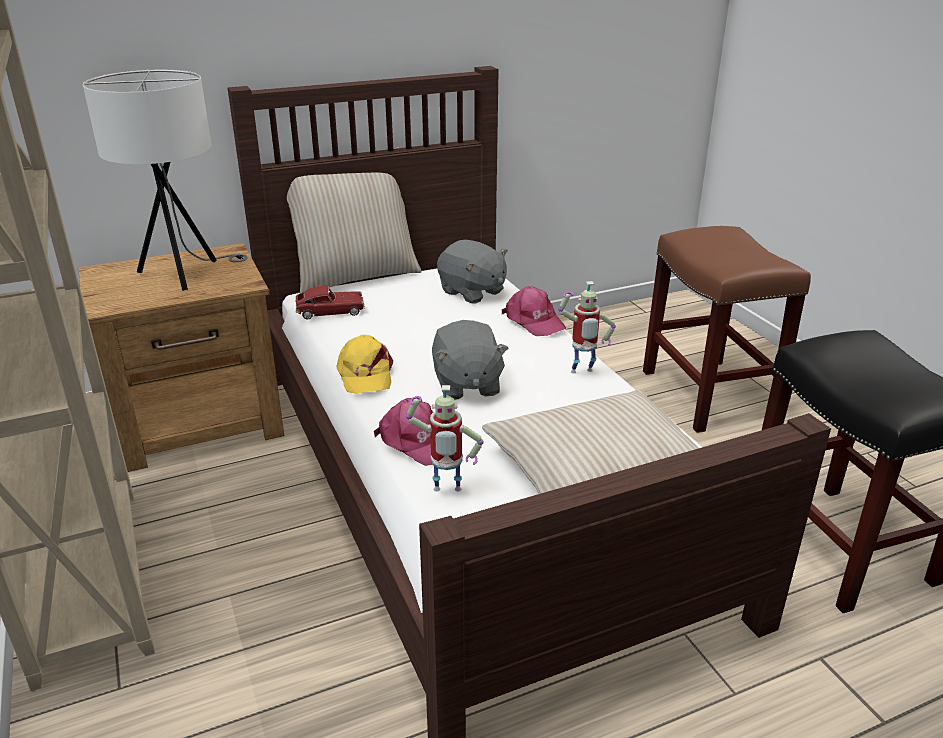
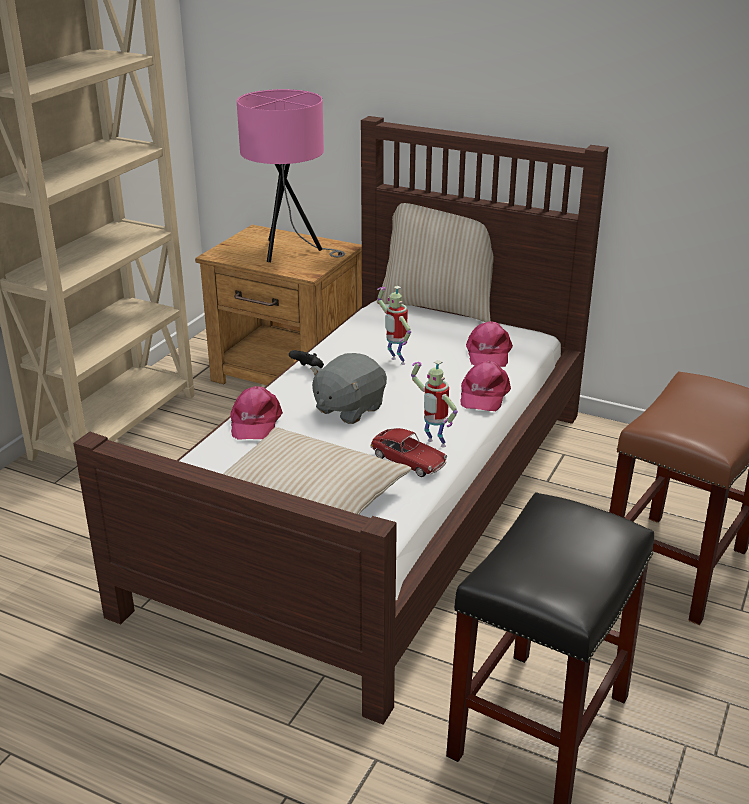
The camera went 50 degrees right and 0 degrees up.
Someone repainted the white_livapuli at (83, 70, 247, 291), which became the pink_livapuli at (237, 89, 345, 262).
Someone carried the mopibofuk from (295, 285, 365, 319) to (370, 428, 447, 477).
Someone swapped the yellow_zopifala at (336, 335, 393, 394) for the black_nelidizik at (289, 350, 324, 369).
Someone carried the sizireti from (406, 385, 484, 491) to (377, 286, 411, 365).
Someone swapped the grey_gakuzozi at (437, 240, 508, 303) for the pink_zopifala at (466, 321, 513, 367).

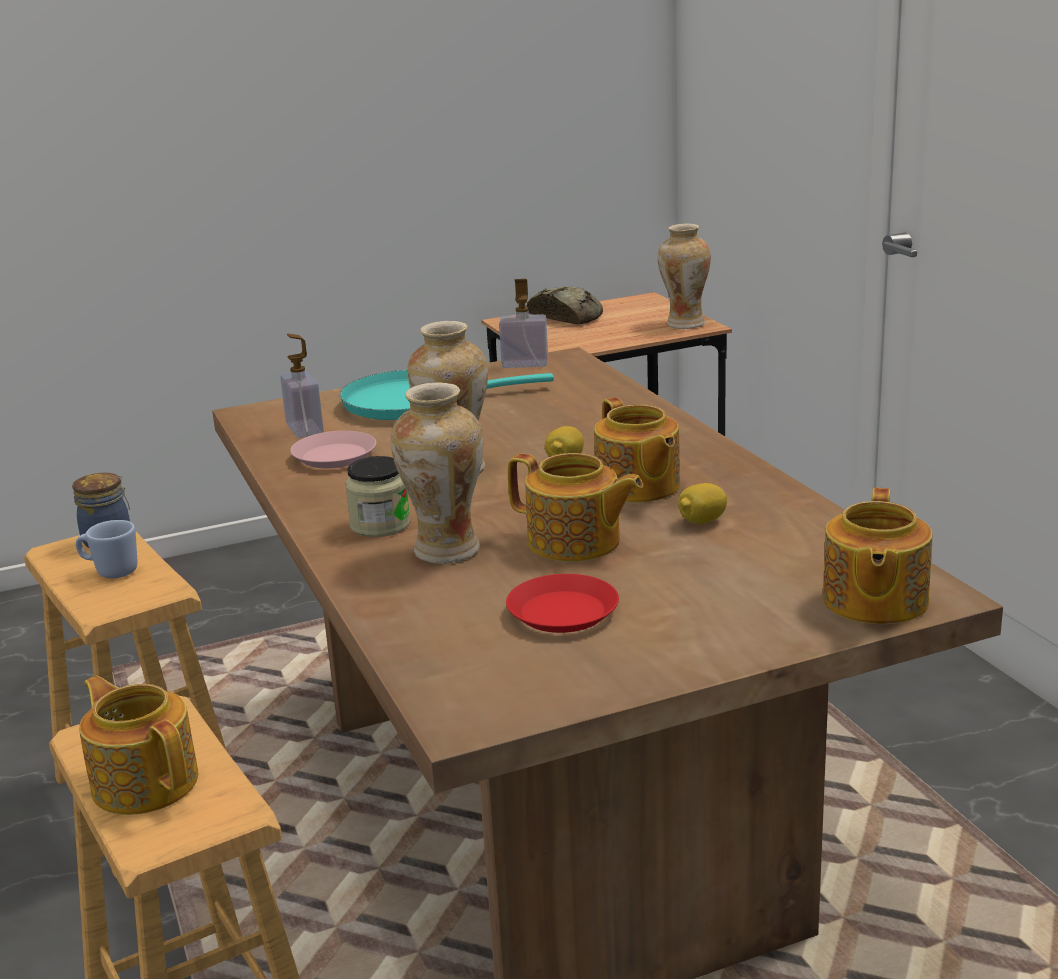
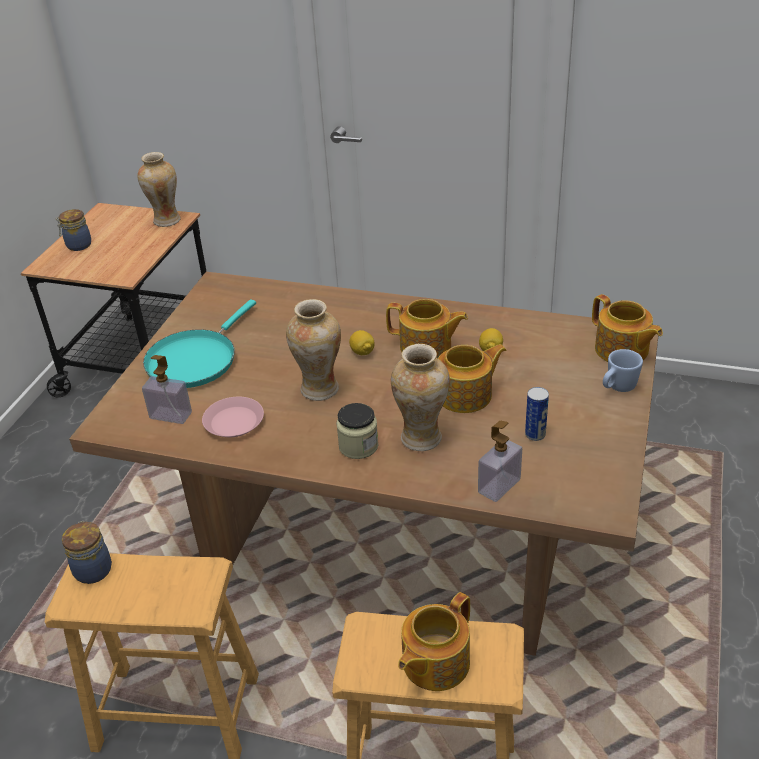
The camera went 50 degrees left and 15 degrees up.
Someone carried the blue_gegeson from (76, 520, 137, 578) to (603, 349, 643, 392).
Someone rotated the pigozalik at (79, 676, 198, 815) by 45 degrees counterclockwise.
Someone carried the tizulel from (499, 279, 548, 368) to (478, 421, 522, 502).
Someone swapped the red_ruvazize at (506, 574, 619, 633) for the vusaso at (525, 387, 549, 441).
Someone swapped the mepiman at (526, 287, 603, 324) for the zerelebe at (56, 209, 91, 251).

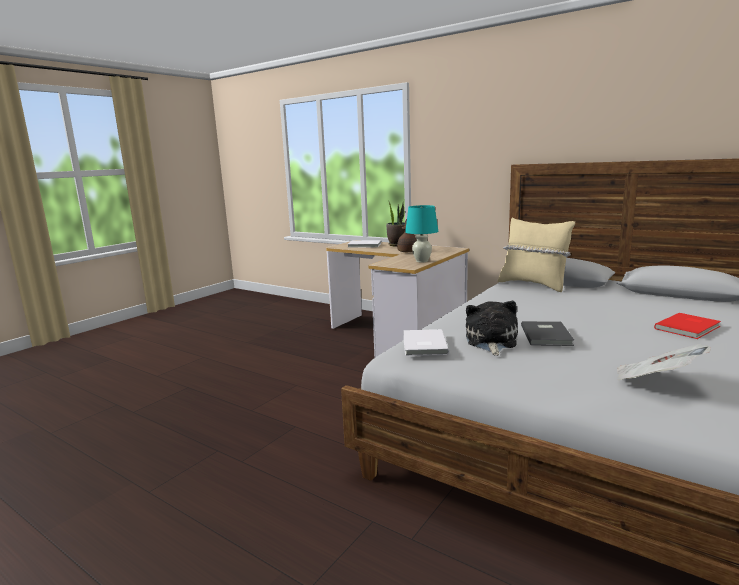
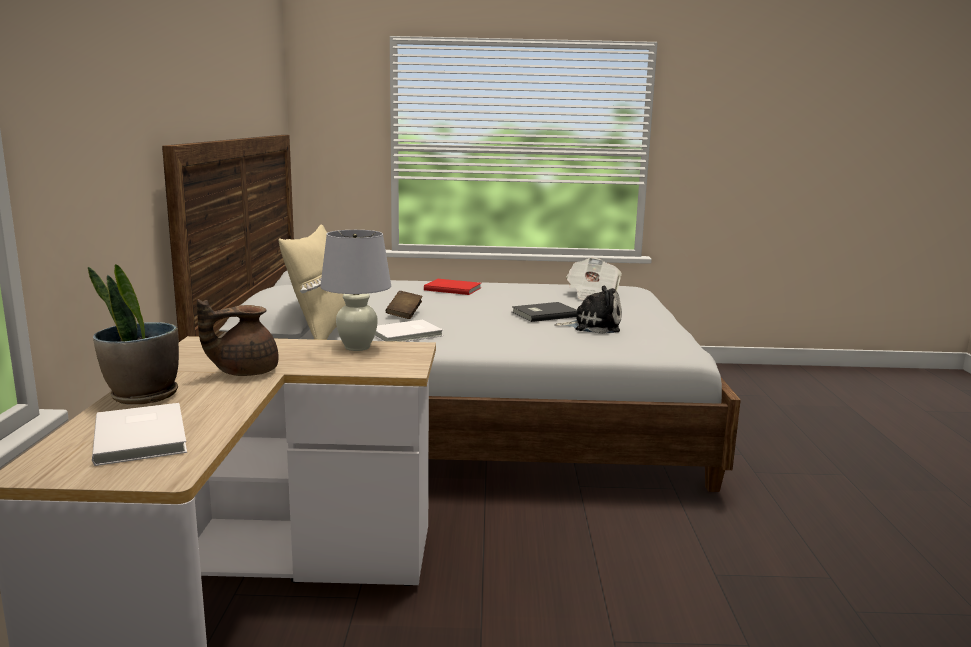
The camera went 125 degrees left and 0 degrees up.
Someone carried the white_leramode from (403, 329, 449, 356) to (374, 320, 443, 342).
Someone repainted the turquoise_livapuli at (405, 205, 438, 262), which became the white_livapuli at (320, 230, 391, 351).
Someone rotated the gakuzozi at (466, 301, 518, 356) by 150 degrees counterclockwise.
Someone put down the brown_leramode at (386, 291, 423, 319).

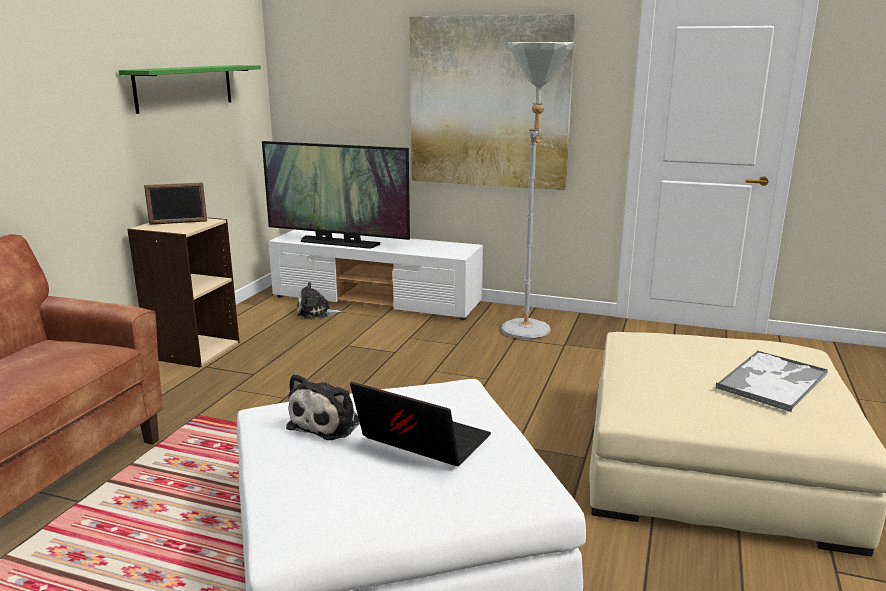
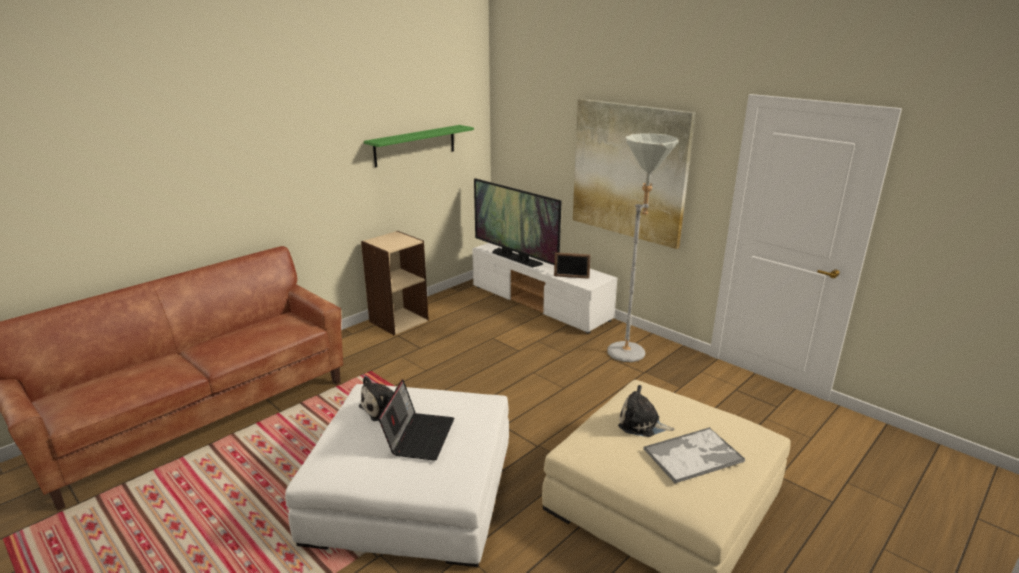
The camera went 25 degrees right and 5 degrees up.
Someone carried the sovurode from (144, 182, 207, 225) to (554, 252, 591, 279).
Someone carried the gakuzozi from (297, 282, 343, 318) to (618, 385, 674, 437).
Someone rotated the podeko at (350, 382, 491, 466) by 45 degrees clockwise.

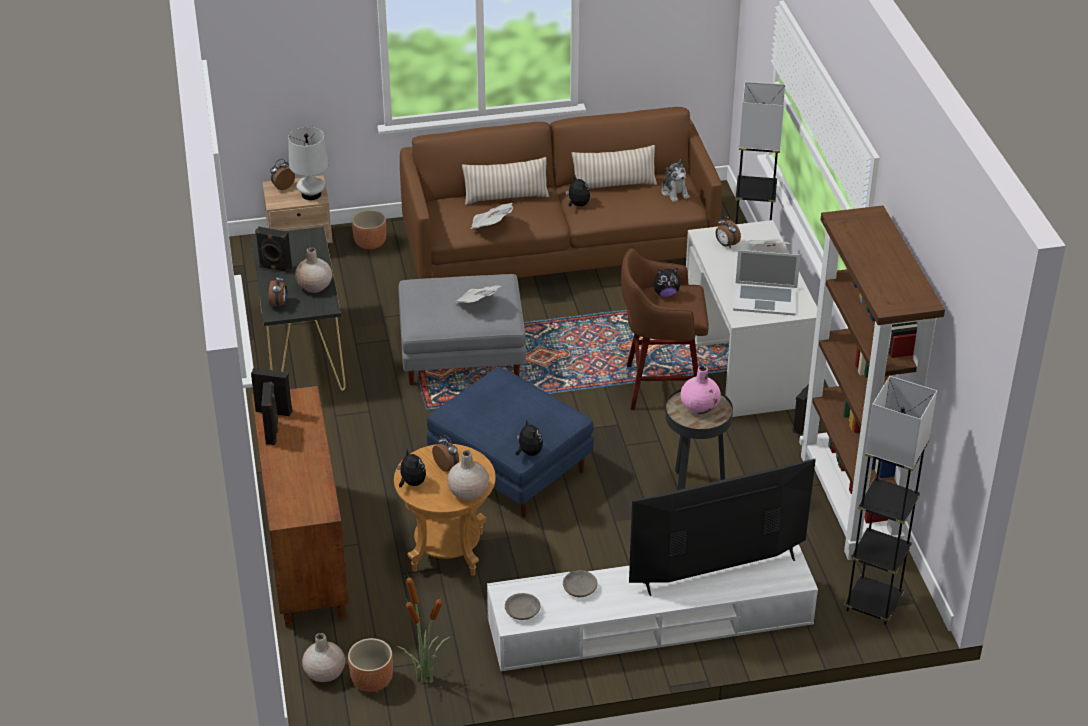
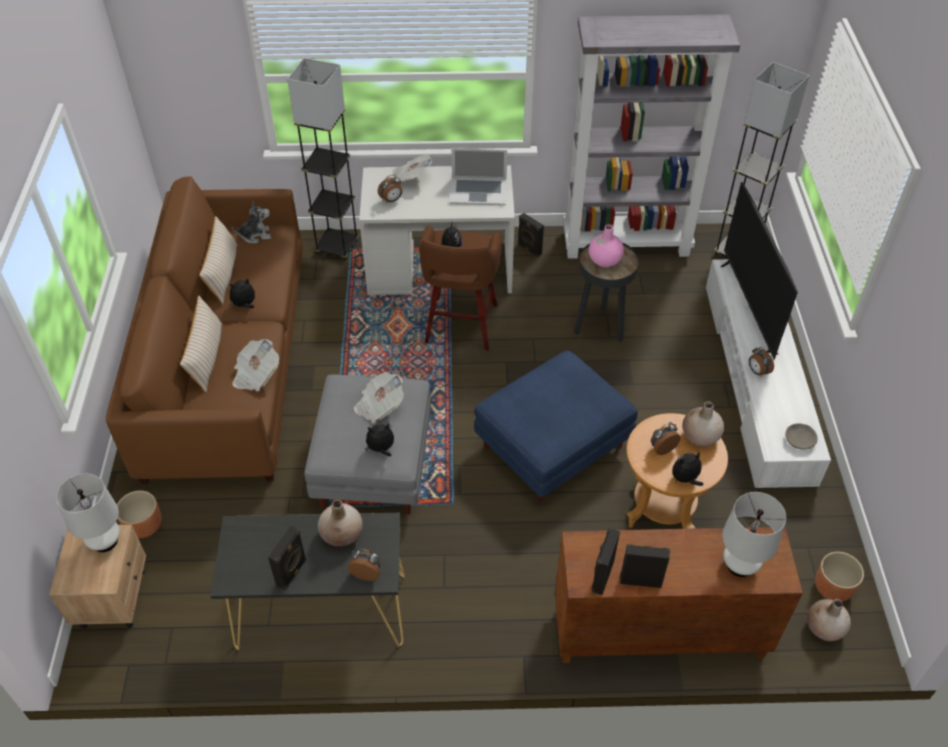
The camera went 80 degrees left and 10 degrees up.
Someone carried the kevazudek from (270, 159, 295, 190) to (749, 347, 774, 377).
Someone took away the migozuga at (397, 573, 450, 683).
Someone carried the gakuzozi from (516, 418, 543, 456) to (365, 423, 394, 456).
Someone took away the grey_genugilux at (563, 570, 598, 597).
Someone rotated the podeko at (733, 250, 801, 316) by 75 degrees clockwise.
Someone repainted the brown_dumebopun at (799, 205, 945, 560), which became the grey_dumebopun at (563, 15, 740, 259).
Someone put down the white_livapuli at (722, 492, 786, 577).

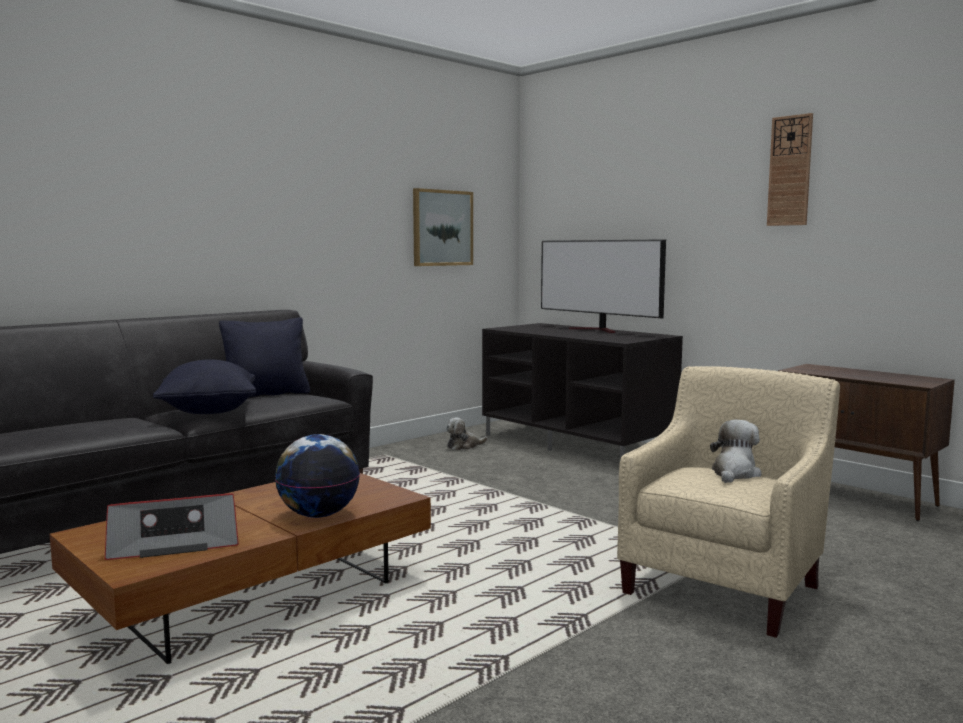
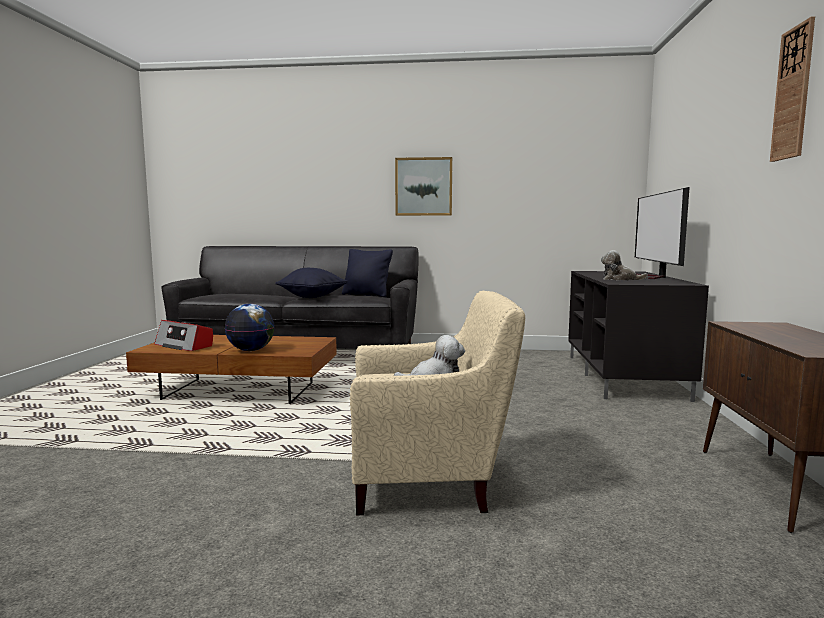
The camera went 50 degrees right and 0 degrees up.
Someone carried the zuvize from (413, 188, 473, 266) to (395, 157, 452, 216).
Someone carried the gakuzozi from (446, 417, 487, 450) to (601, 250, 648, 280).

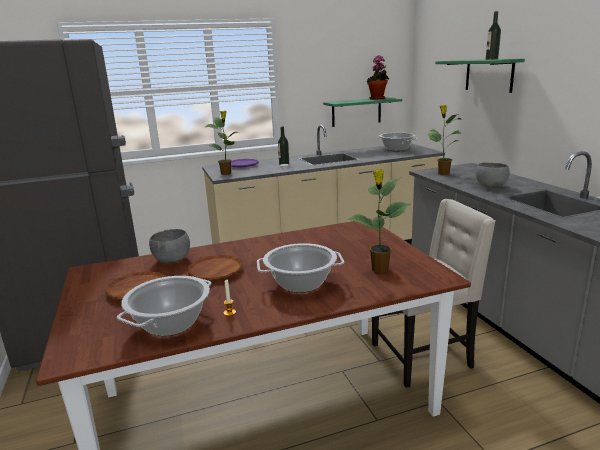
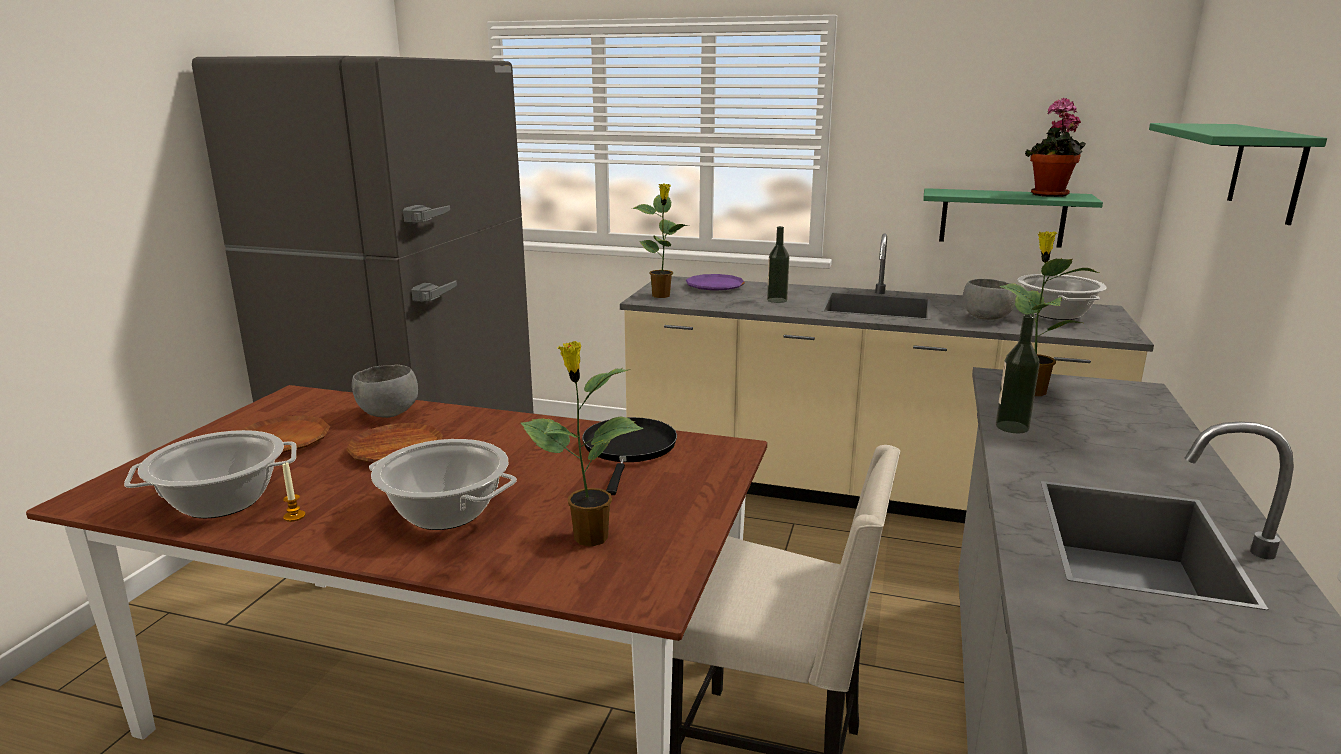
The camera went 35 degrees right and 0 degrees up.
Someone carried the grey_genugilux from (476, 162, 510, 188) to (963, 279, 1017, 320).
Someone carried the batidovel from (486, 11, 501, 60) to (996, 315, 1040, 433).
Someone put down the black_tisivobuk at (582, 417, 677, 495).

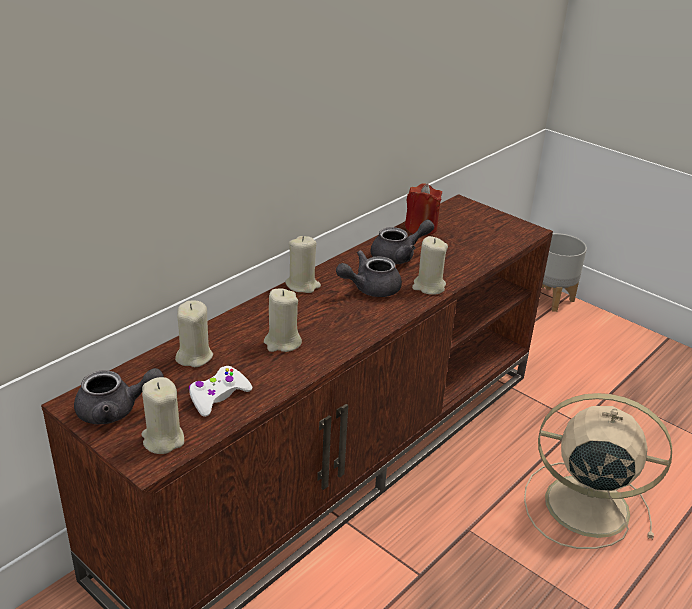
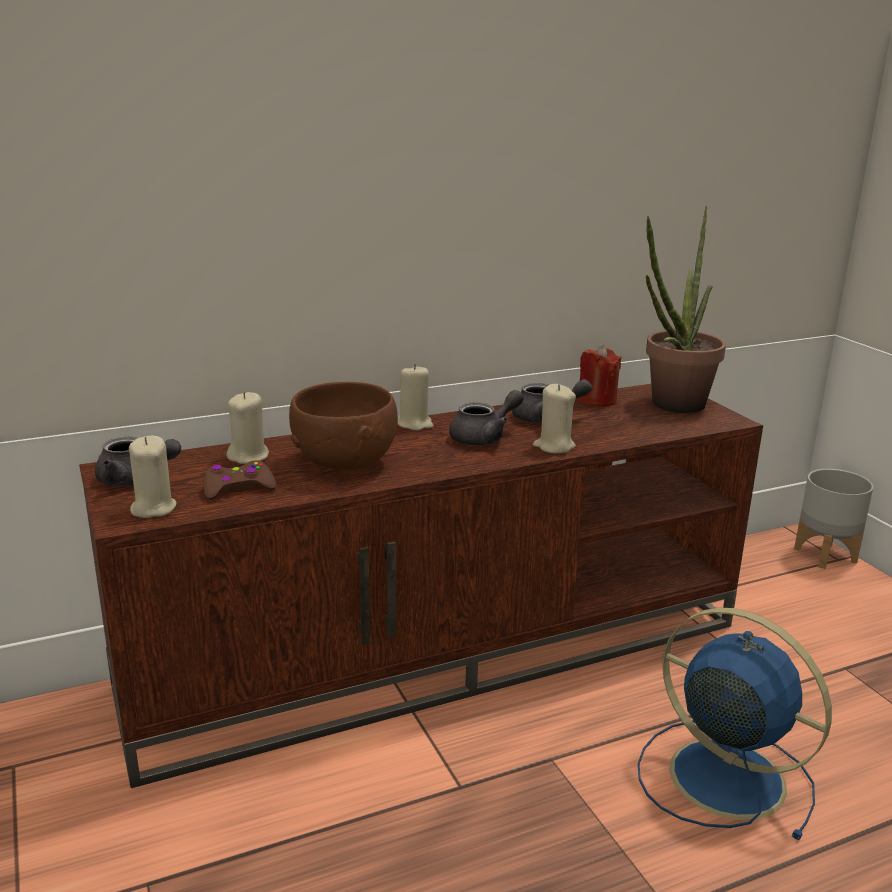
The camera went 25 degrees right and 10 degrees down.
Someone repainted the white_nelidizik at (188, 366, 252, 417), which became the brown_nelidizik at (204, 460, 276, 500).
Someone swapped the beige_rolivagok at (264, 288, 302, 352) for the brown_genugilux at (289, 382, 398, 471).
Someone rotated the grey_pigozalik at (336, 250, 402, 297) by 150 degrees clockwise.
Someone repainted the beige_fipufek at (524, 393, 672, 549), which became the blue_fipufek at (638, 608, 832, 840).
Someone put down the migozuga at (646, 206, 726, 413).

